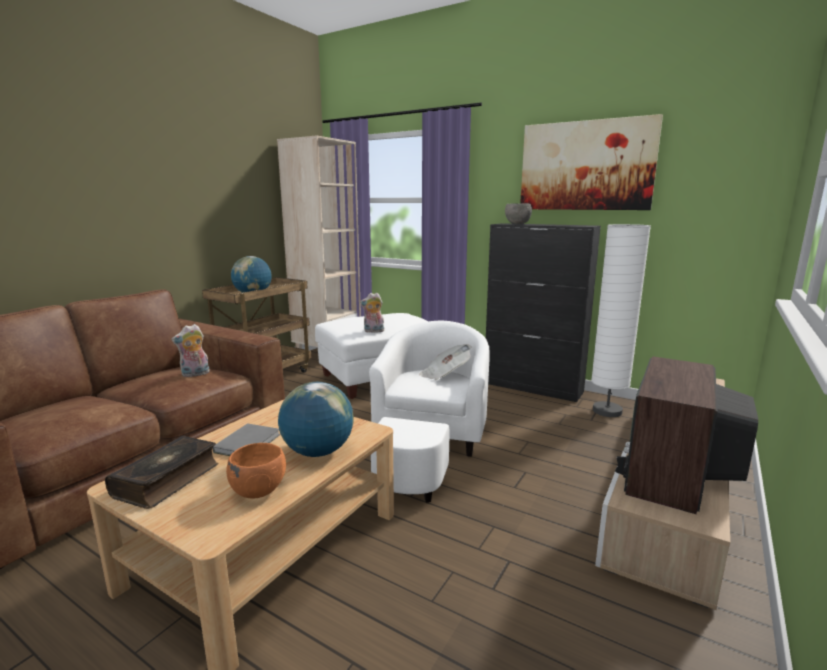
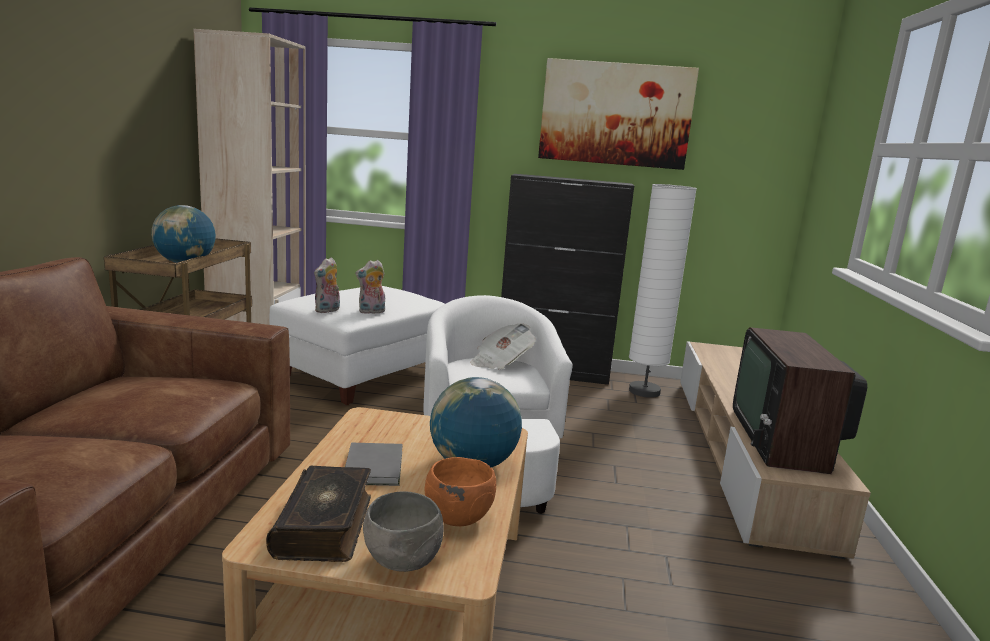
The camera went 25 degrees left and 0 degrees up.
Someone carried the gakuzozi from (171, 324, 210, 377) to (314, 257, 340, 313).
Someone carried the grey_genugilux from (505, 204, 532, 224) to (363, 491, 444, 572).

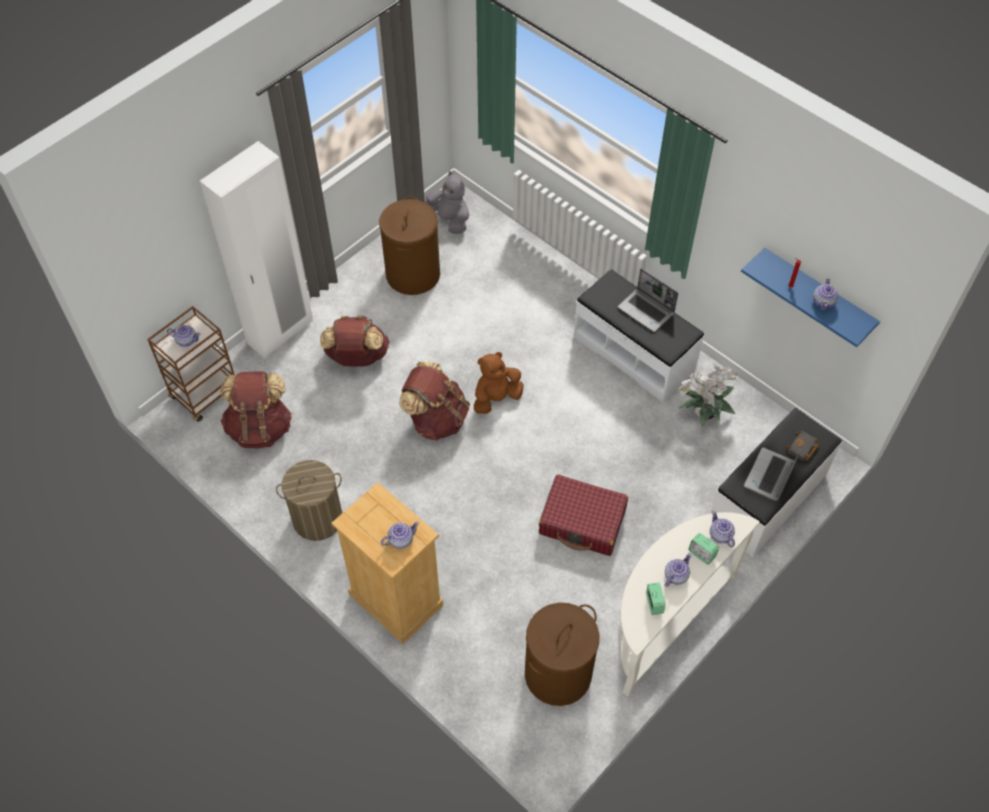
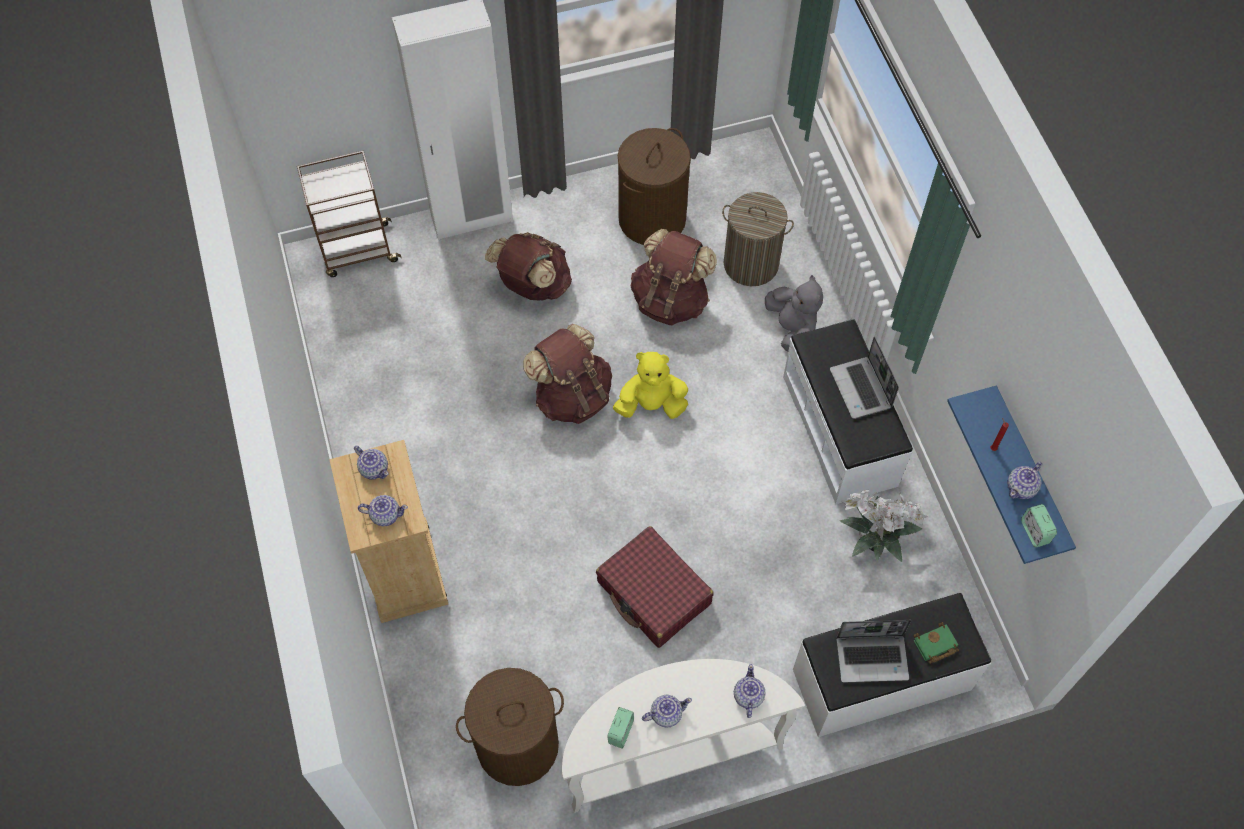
The camera went 30 degrees right and 5 degrees up.
Someone carried the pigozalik from (167, 325, 200, 347) to (354, 446, 389, 480).
Someone carried the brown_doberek from (220, 371, 292, 448) to (631, 229, 717, 325).
Someone carried the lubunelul from (276, 460, 342, 541) to (722, 192, 794, 286).
Someone carried the grey_gakuzozi from (425, 171, 469, 234) to (765, 275, 823, 351).
Someone repainted the brown_gakuzozi at (474, 352, 523, 414), which became the yellow_gakuzozi at (613, 352, 688, 419).
Someone carried the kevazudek from (689, 533, 719, 565) to (1021, 504, 1057, 548).
Someone rotated the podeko at (744, 444, 803, 501) by 150 degrees counterclockwise.
Someone repainted the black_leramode at (786, 431, 820, 461), which became the green_leramode at (914, 622, 959, 664).

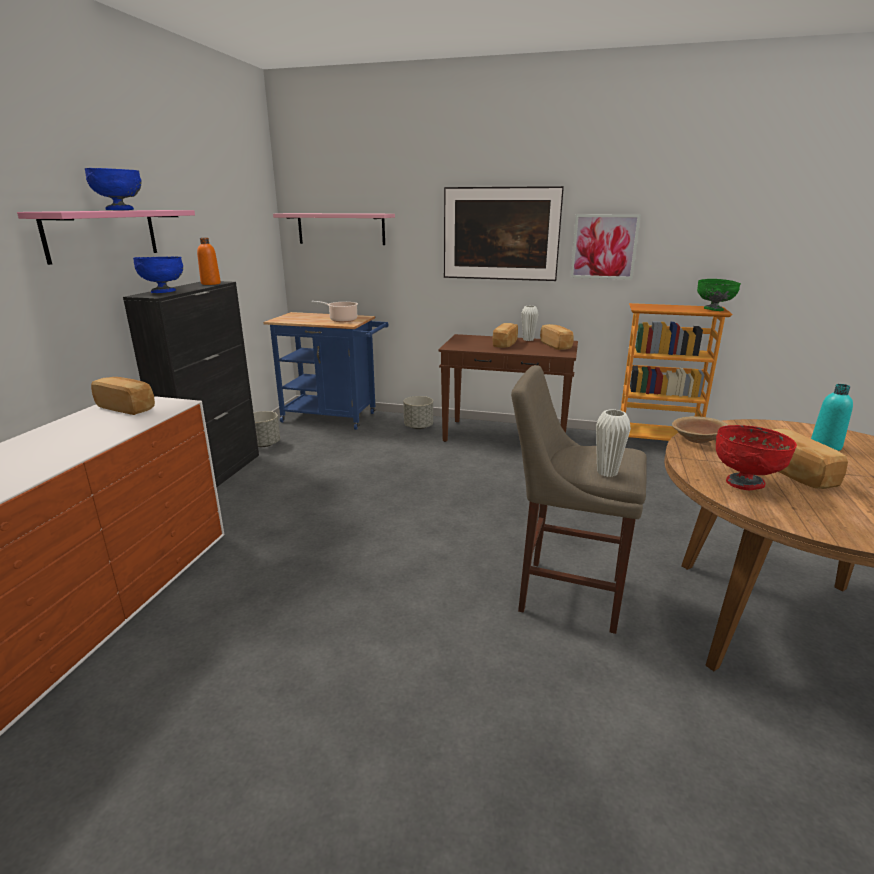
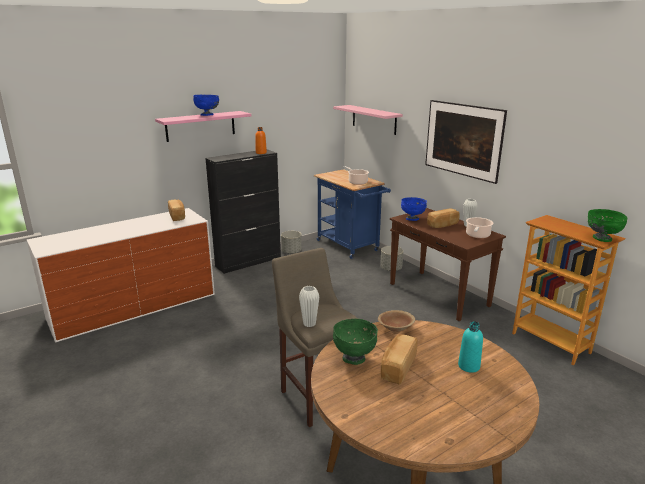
The camera went 40 degrees right and 0 degrees up.
Someone carried the blue_genugilux from (133, 257, 183, 293) to (401, 197, 427, 221).
Someone swapped the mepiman at (540, 324, 574, 350) for the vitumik at (466, 217, 494, 238).
Someone took away the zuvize at (570, 214, 641, 280).
Someone repainted the red_genugilux at (716, 425, 797, 490), which became the green_genugilux at (333, 319, 378, 365).

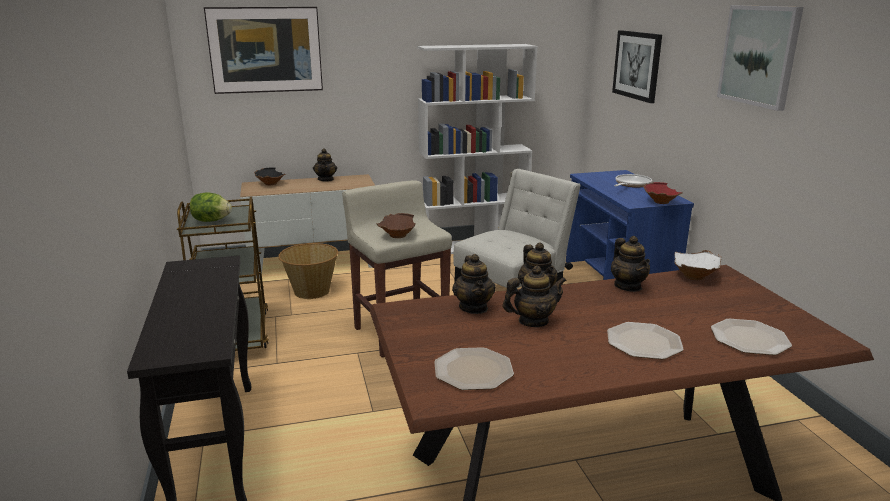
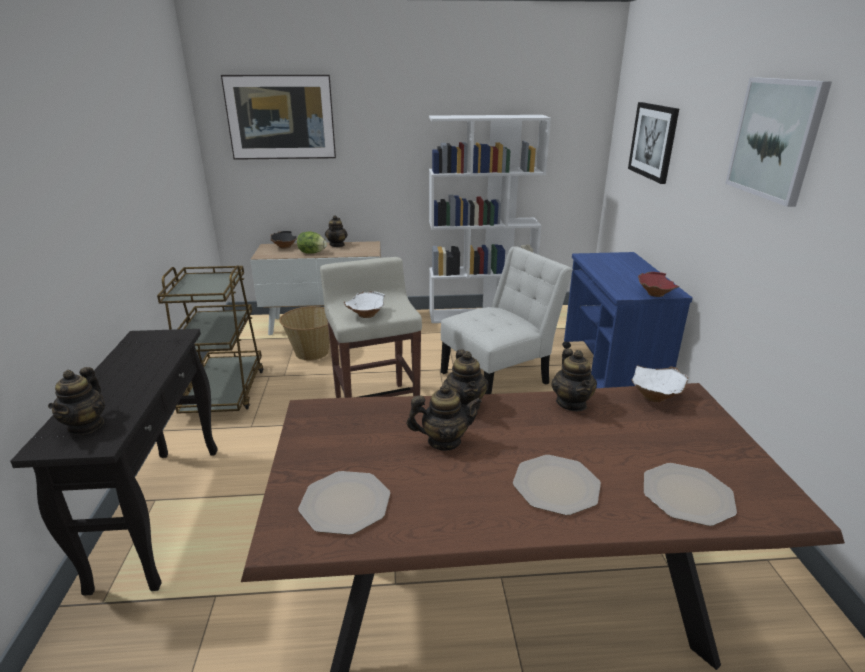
The camera went 10 degrees right and 5 degrees up.
Someone carried the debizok from (190, 192, 232, 222) to (297, 231, 327, 254).
Someone repainted the brown_genugilux at (376, 213, 416, 238), which became the white_genugilux at (344, 291, 385, 318).
Someone carried the pigozalik from (452, 254, 496, 314) to (48, 367, 105, 435).
Someone took away the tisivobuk at (614, 174, 652, 188).

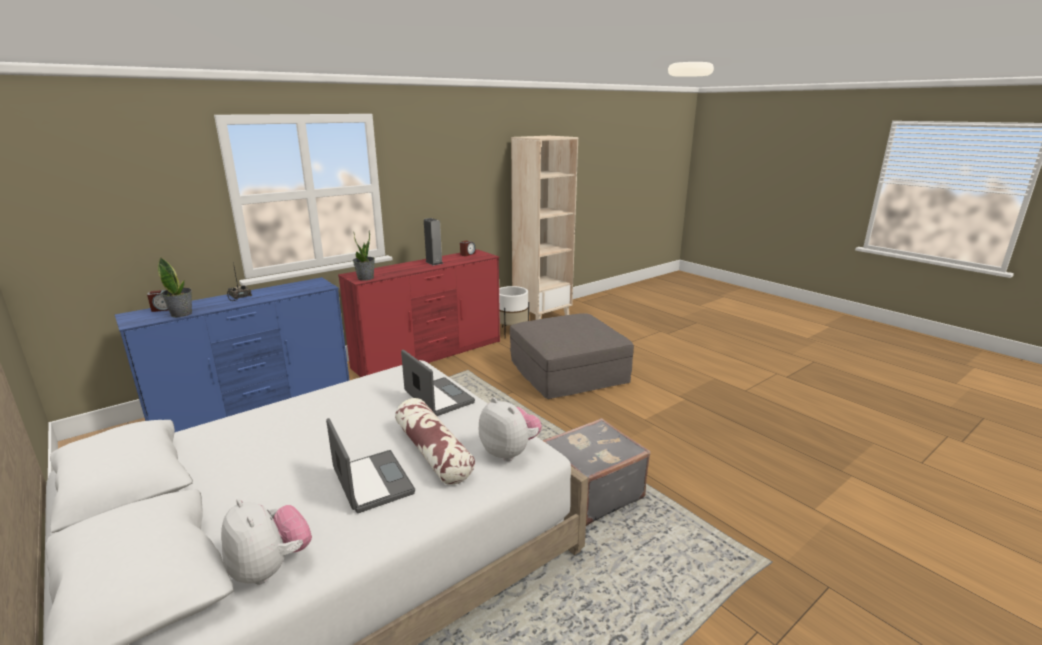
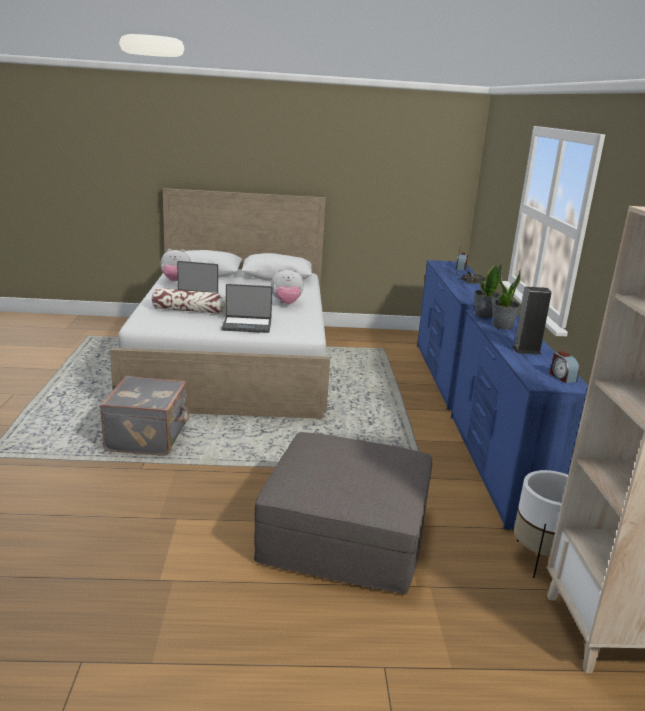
The camera went 125 degrees right and 0 degrees up.
Someone carried the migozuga from (158, 257, 192, 317) to (493, 269, 521, 329).
Someone repainted the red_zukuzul at (338, 250, 500, 377), which became the blue_zukuzul at (451, 309, 588, 530).
Someone carried the gakuzozi from (479, 397, 542, 461) to (271, 269, 304, 304).

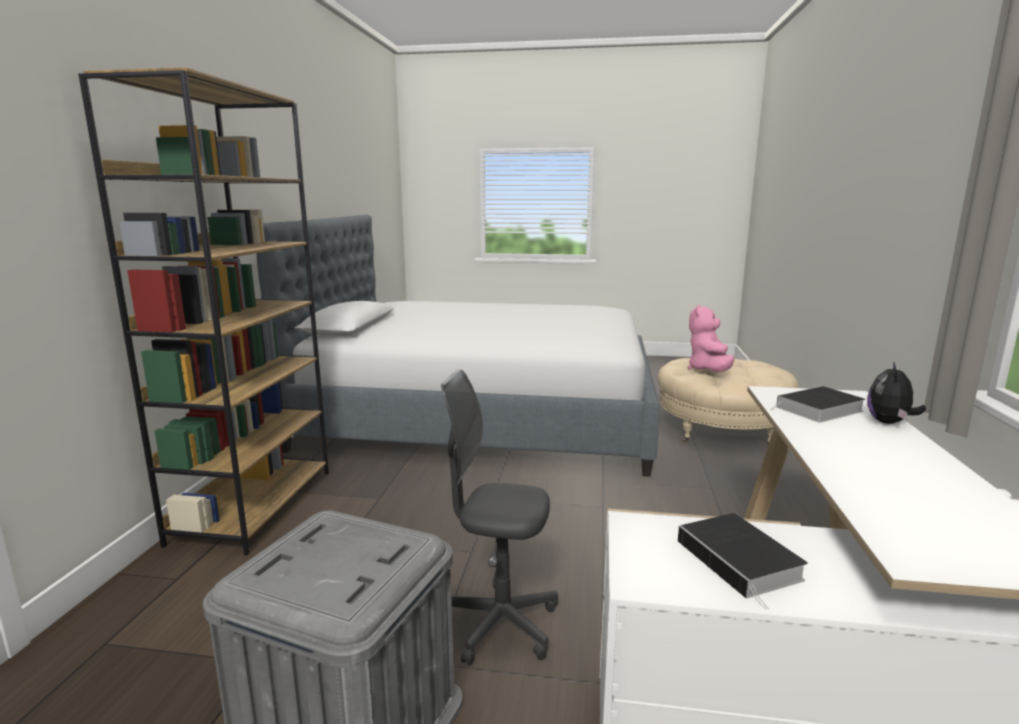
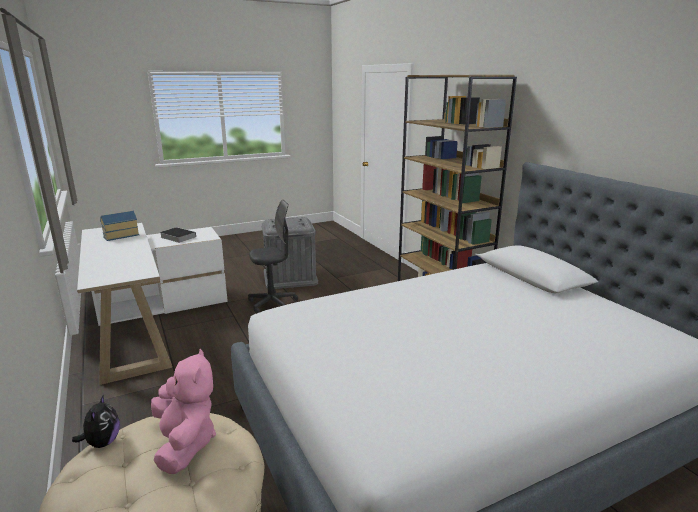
The camera went 145 degrees right and 5 degrees up.
Someone took away the leramode at (770, 386, 866, 423).
Someone carried the gakuzozi from (867, 361, 926, 424) to (72, 394, 120, 448).
Someone put down the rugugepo at (100, 211, 139, 241).

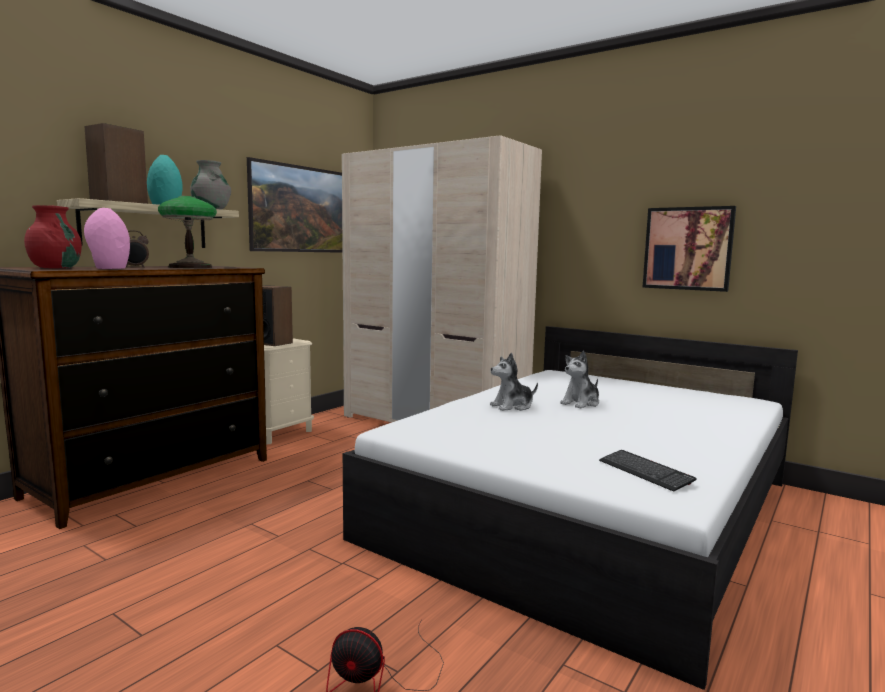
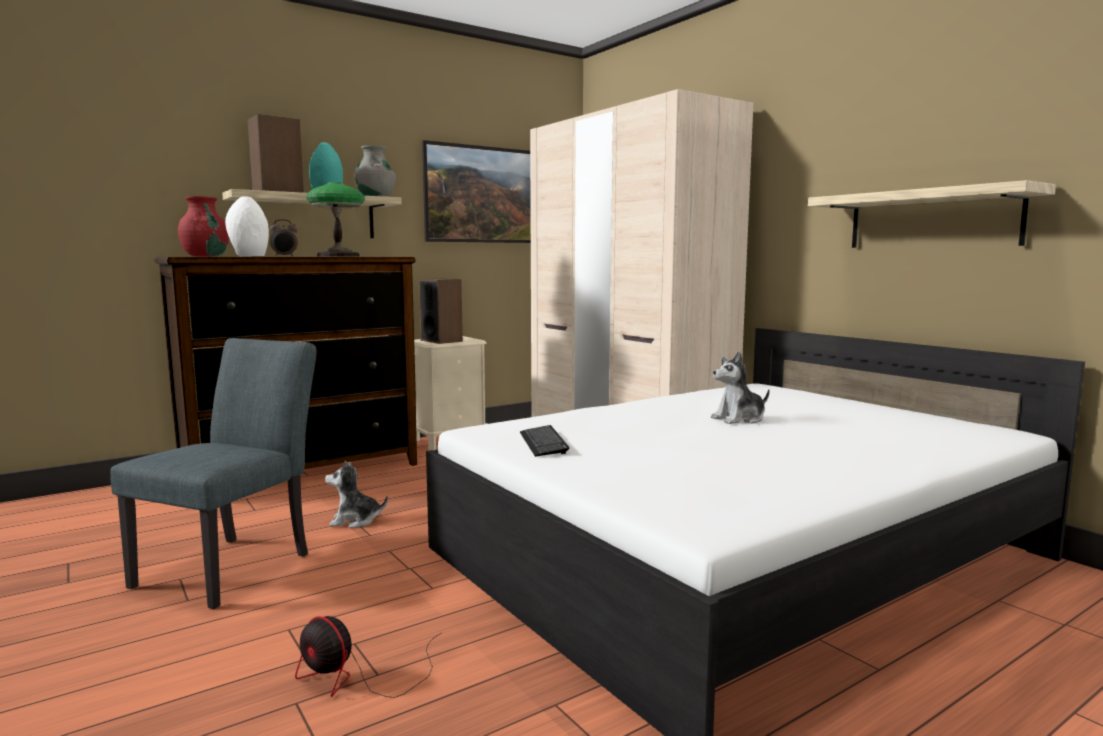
The camera went 20 degrees right and 0 degrees up.
Someone repainted the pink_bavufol at (84, 208, 130, 269), which became the white_bavufol at (225, 196, 269, 257).
Someone carried the gakuzozi from (490, 353, 538, 411) to (325, 461, 388, 528).
Someone carried the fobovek from (599, 450, 697, 492) to (520, 425, 569, 457).
Someone swapped the zuvize at (642, 206, 736, 292) for the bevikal at (808, 180, 1056, 248).
Someone put down the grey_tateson at (110, 338, 316, 609).

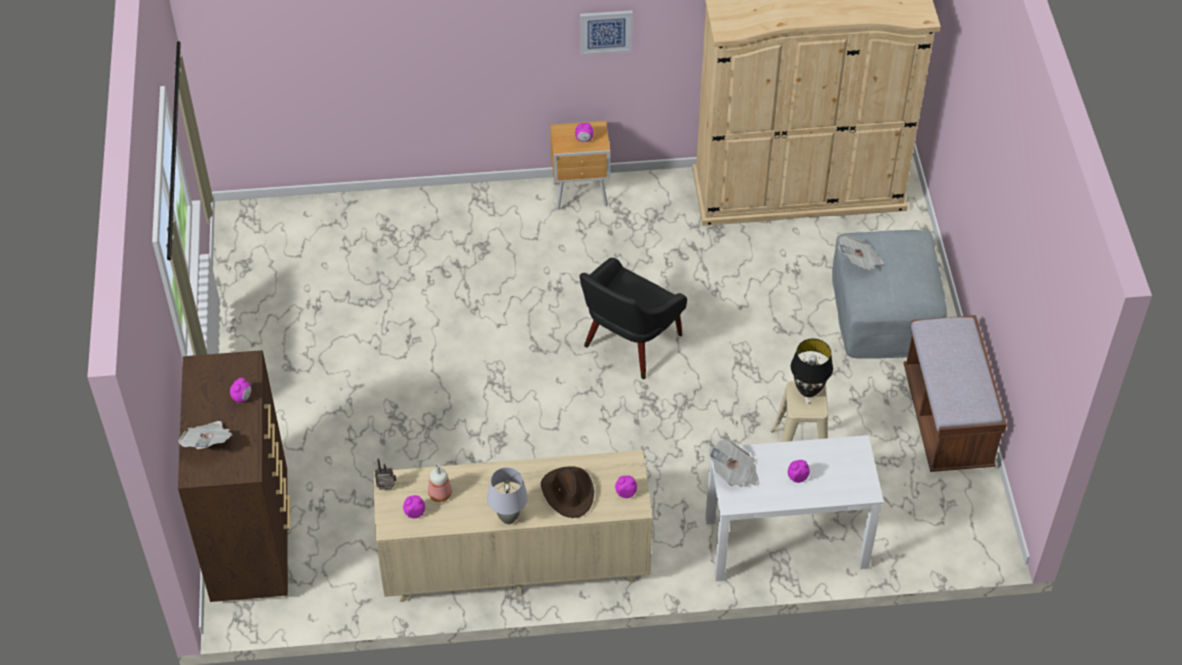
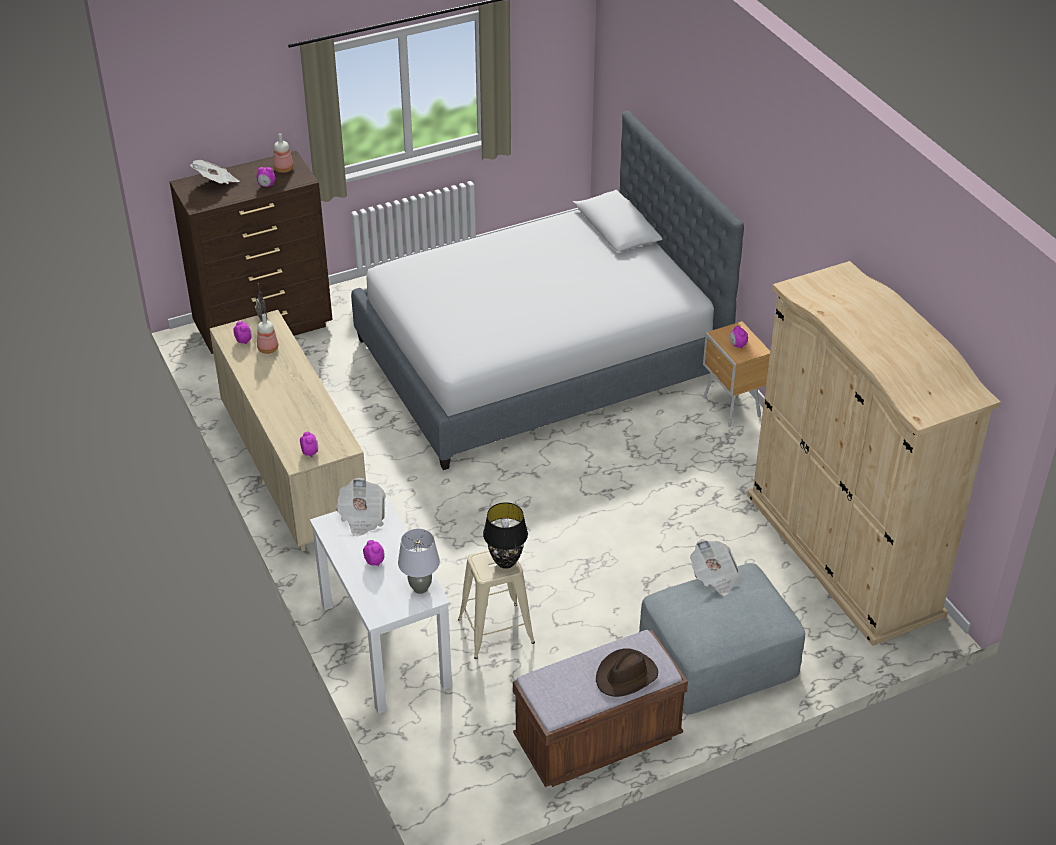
The camera went 70 degrees right and 10 degrees down.
Someone carried the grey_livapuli from (487, 467, 528, 524) to (398, 528, 440, 594).
Someone carried the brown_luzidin from (541, 466, 594, 518) to (596, 648, 658, 697).
Someone took away the zuvize at (580, 10, 633, 55).
Someone took away the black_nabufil at (580, 258, 687, 379).
Someone put down the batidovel at (273, 133, 294, 173).
Someone put down the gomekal at (351, 111, 744, 470).

